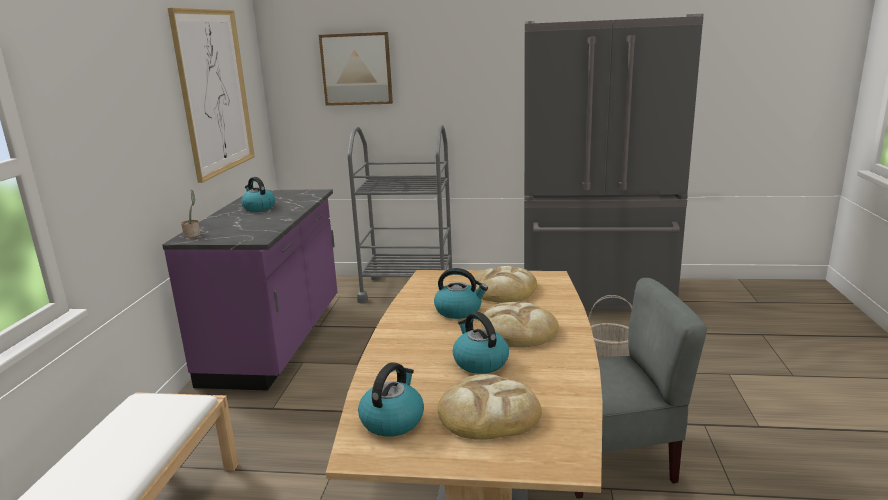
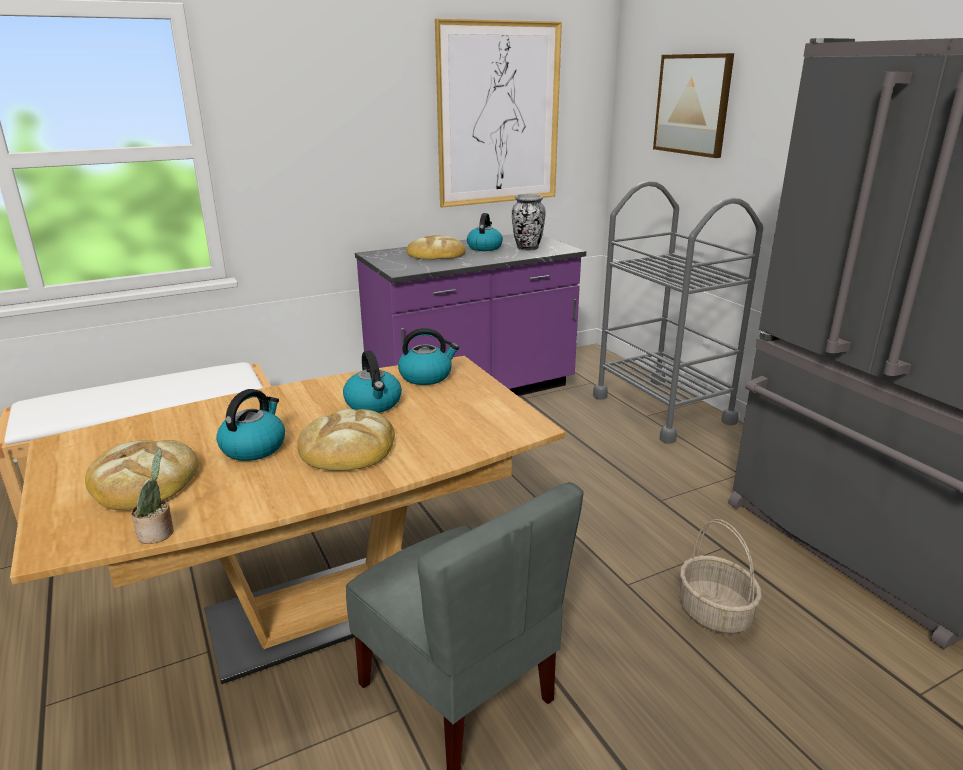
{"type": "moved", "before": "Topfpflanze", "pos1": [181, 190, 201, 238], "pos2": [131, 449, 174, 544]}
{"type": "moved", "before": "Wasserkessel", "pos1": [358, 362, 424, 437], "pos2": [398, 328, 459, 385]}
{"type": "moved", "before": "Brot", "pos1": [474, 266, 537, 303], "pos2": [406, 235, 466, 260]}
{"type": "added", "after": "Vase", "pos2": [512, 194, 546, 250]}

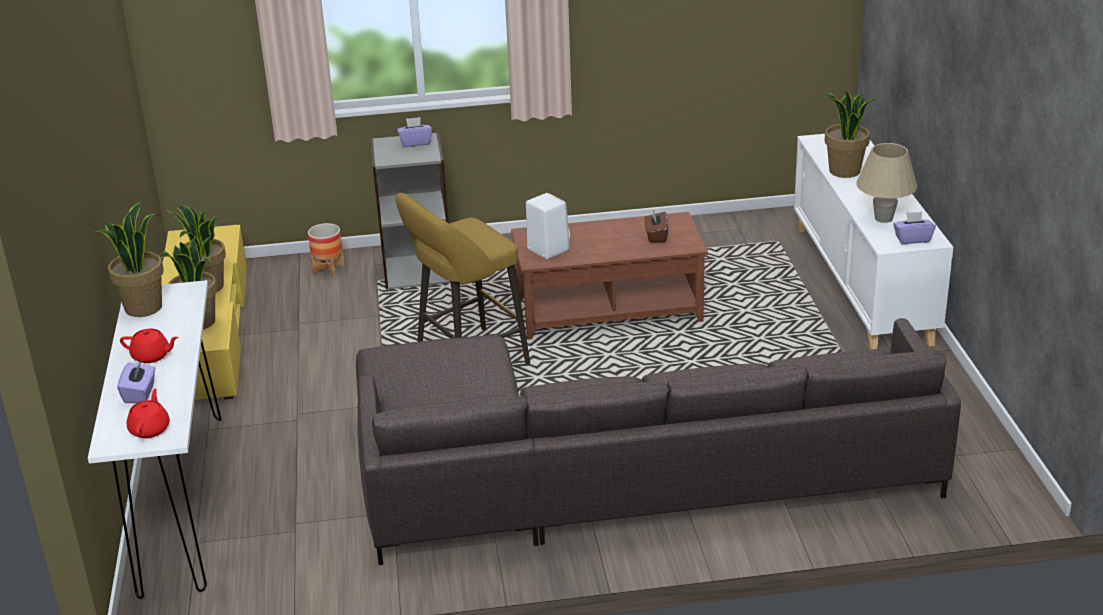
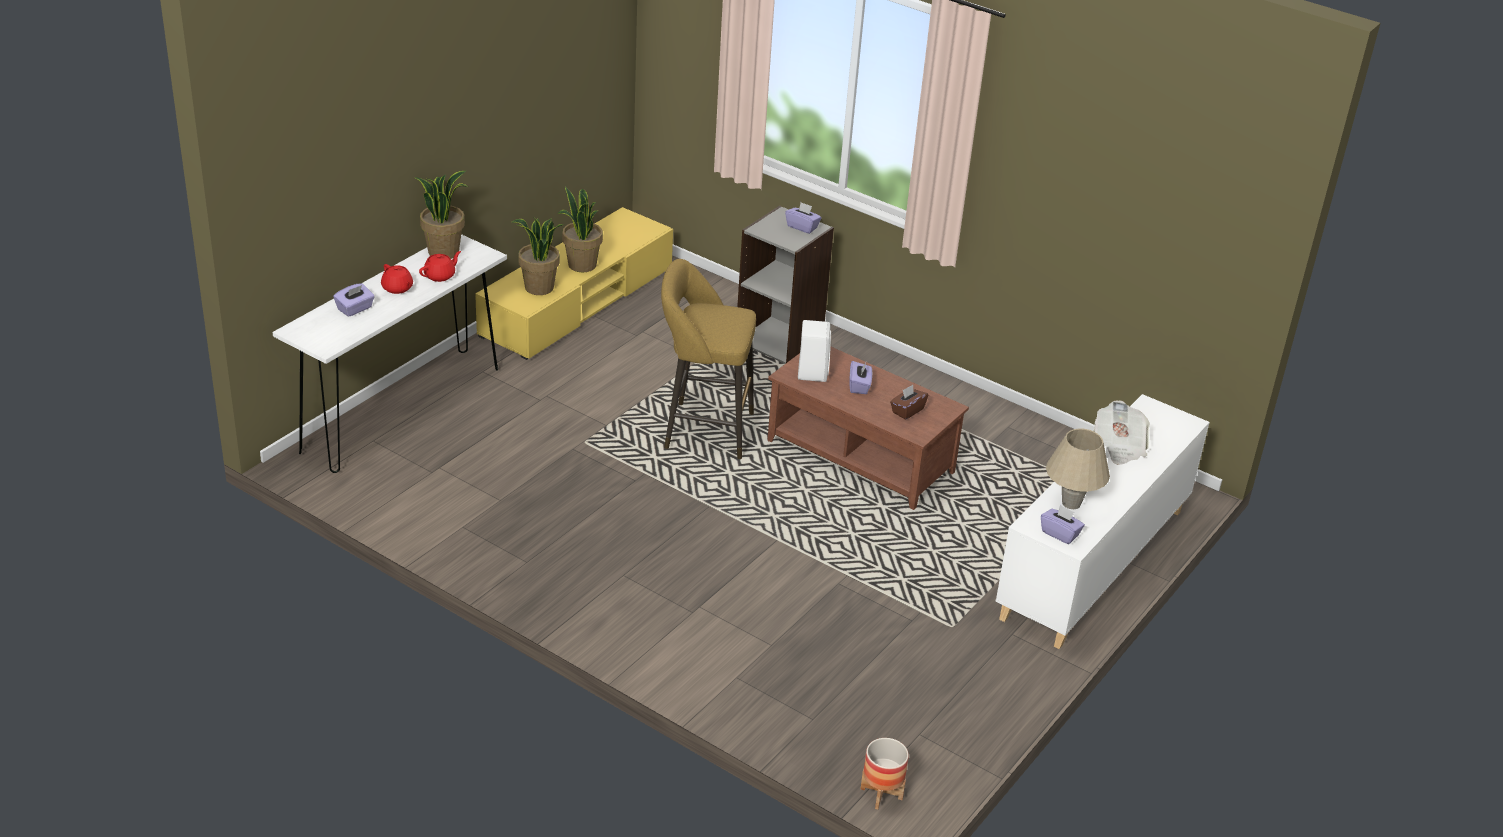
{"type": "moved", "before": "Teekanne/rot", "pos1": [126, 388, 170, 438], "pos2": [419, 251, 461, 282]}
{"type": "added", "after": "Taschentuchbox/lila", "pos2": [849, 361, 872, 394]}
{"type": "moved", "before": "Pflanzkübel", "pos1": [308, 223, 345, 277], "pos2": [860, 738, 909, 810]}
{"type": "replaced", "before": "Topfpflanze", "after": "Zeitung", "pos1": [821, 90, 878, 178], "pos2": [1093, 401, 1150, 465]}
{"type": "removed", "before": "Sofa/grau", "pos1": [356, 318, 961, 565]}

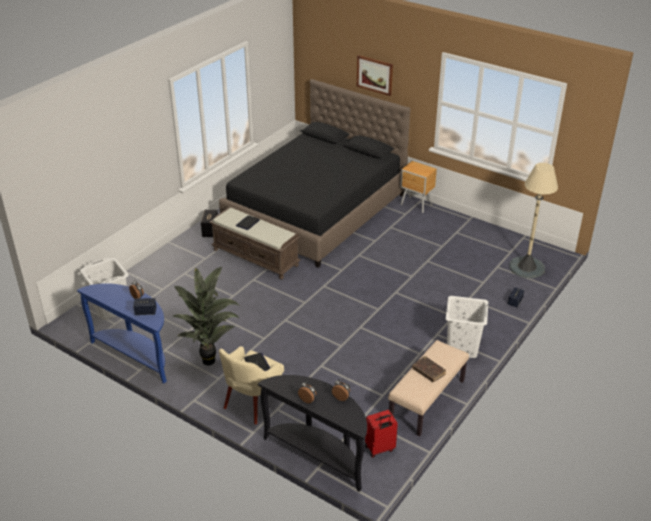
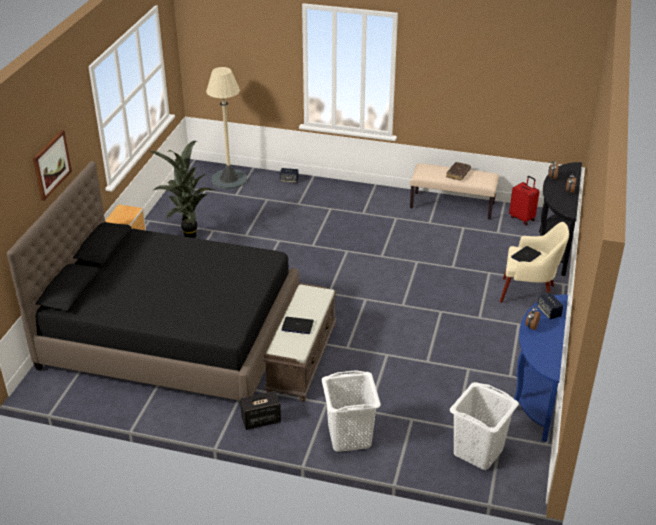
{"type": "moved", "before": "Topfpflanze", "pos1": [173, 267, 241, 366], "pos2": [150, 141, 217, 238]}
{"type": "moved", "before": "Wäschekorb/weiß", "pos1": [446, 296, 488, 358], "pos2": [321, 370, 381, 452]}

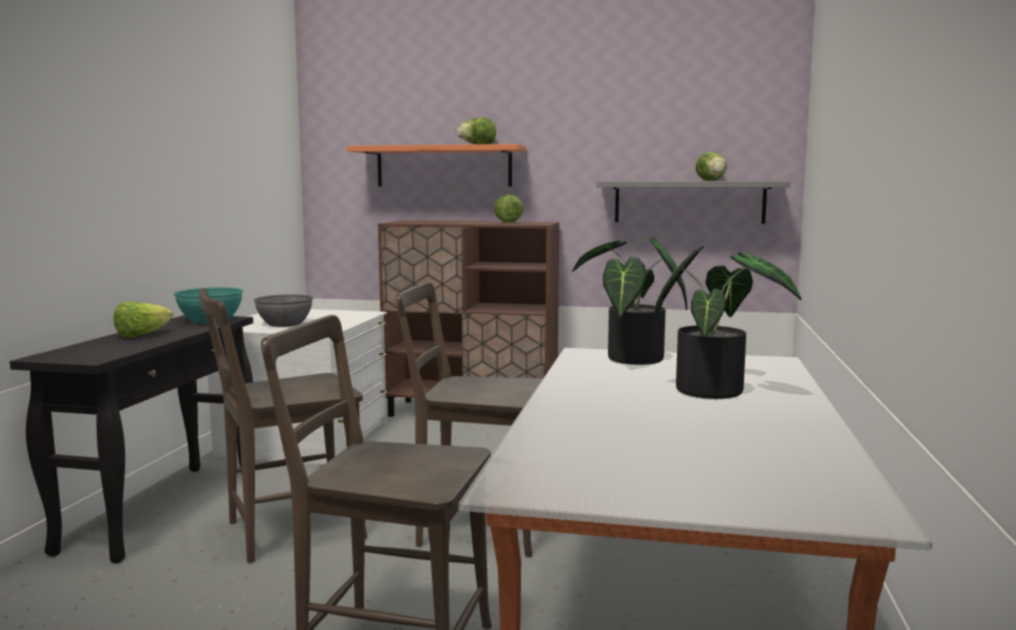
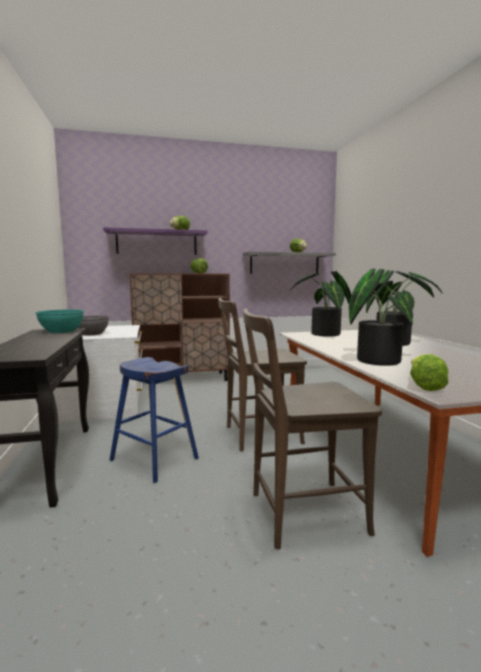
{"type": "recoloured", "before": "Wandregal/orange", "after": "Wandregal/lila", "pos1": [347, 144, 527, 187], "pos2": [103, 227, 207, 255]}
{"type": "replaced", "before": "Stuhl/braun", "after": "Hocker/blau", "pos1": [199, 288, 367, 563], "pos2": [110, 357, 199, 483]}
{"type": "added", "after": "Topfpflanze", "pos2": [349, 269, 434, 366]}
{"type": "moved", "before": "Salatkopf", "pos1": [113, 302, 173, 337], "pos2": [410, 354, 448, 391]}

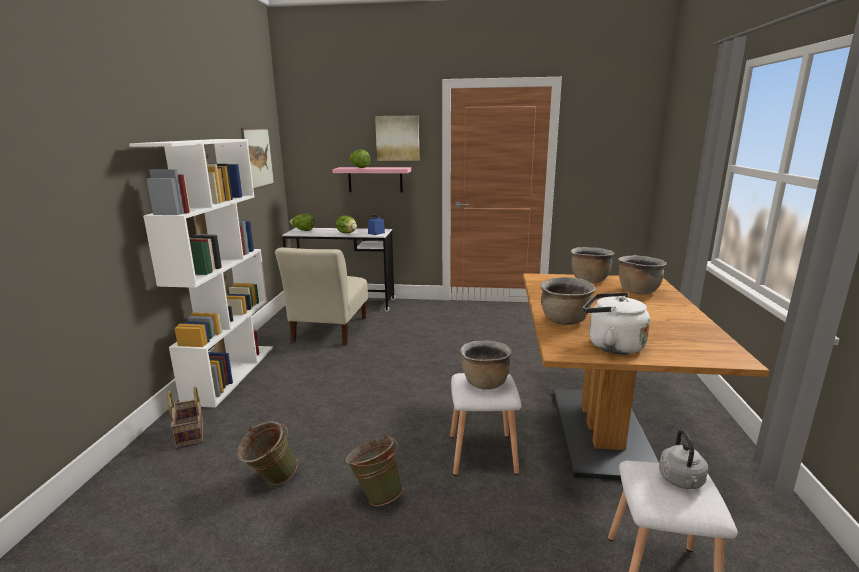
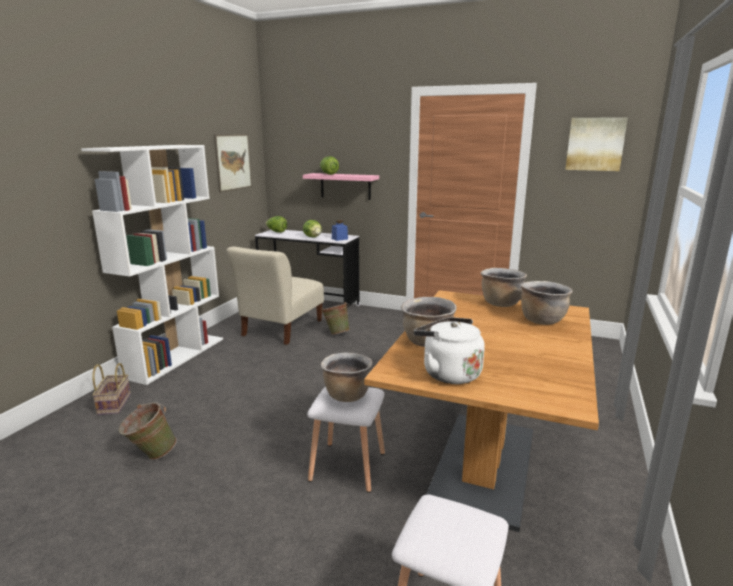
{"type": "moved", "before": "Eimer/grün", "pos1": [346, 434, 403, 506], "pos2": [322, 302, 350, 335]}
{"type": "moved", "before": "Bild", "pos1": [375, 115, 419, 161], "pos2": [565, 117, 628, 171]}
{"type": "removed", "before": "Wasserkessel/grau", "pos1": [659, 429, 708, 489]}

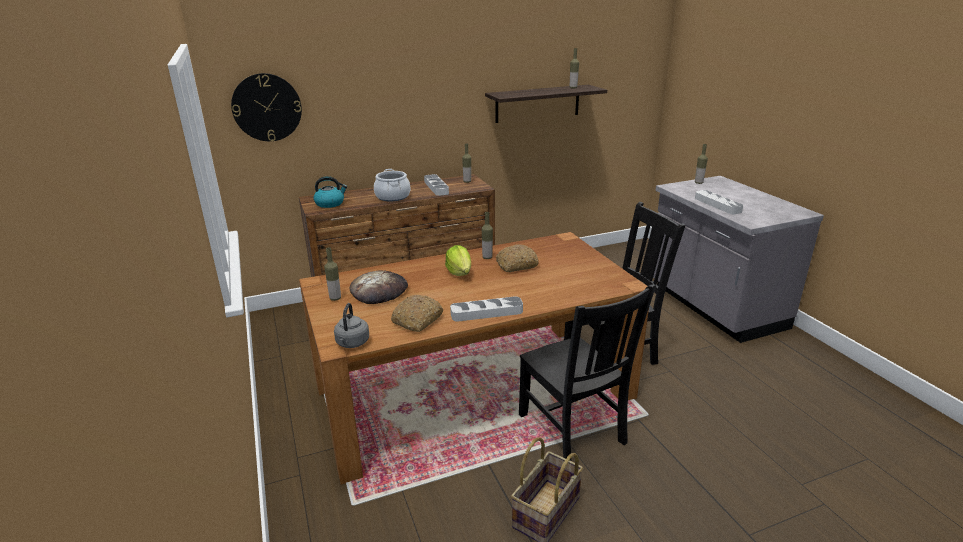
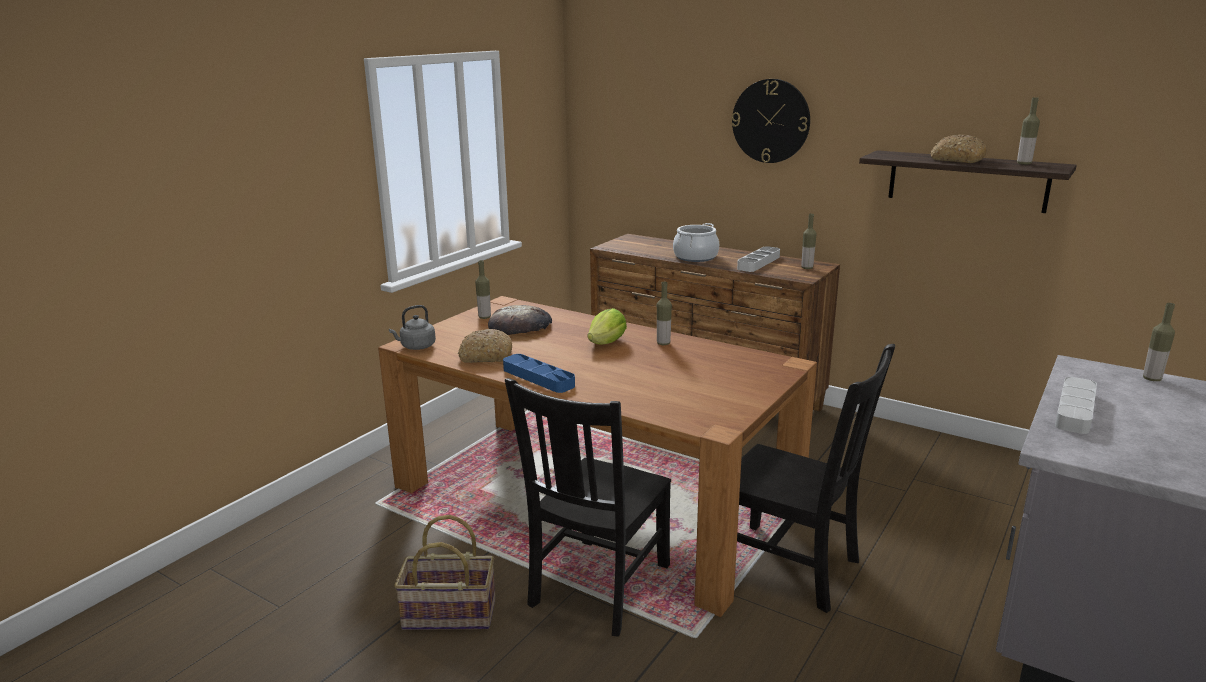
{"type": "recoloured", "before": "Tablett/grau", "after": "Tablett/blau", "pos1": [450, 296, 523, 322], "pos2": [503, 354, 575, 393]}
{"type": "moved", "before": "Wanduhr", "pos1": [231, 73, 302, 141], "pos2": [732, 79, 810, 163]}
{"type": "moved", "before": "Brot", "pos1": [496, 244, 539, 272], "pos2": [930, 134, 987, 163]}
{"type": "removed", "before": "Wasserkessel", "pos1": [313, 176, 347, 208]}

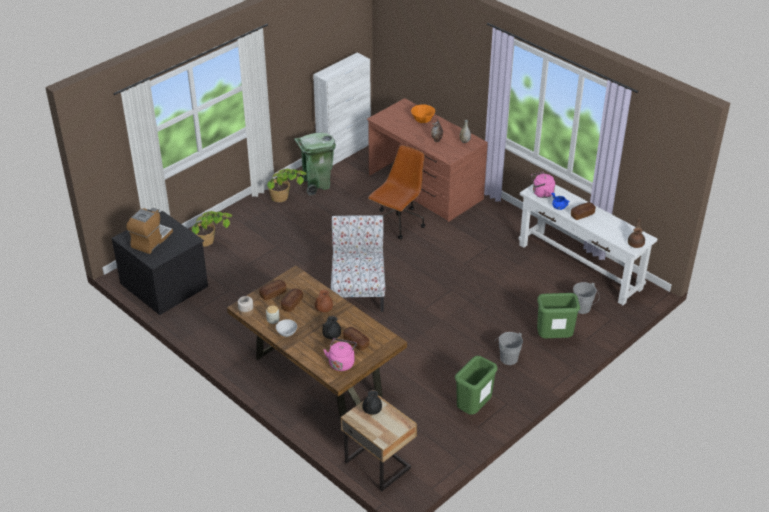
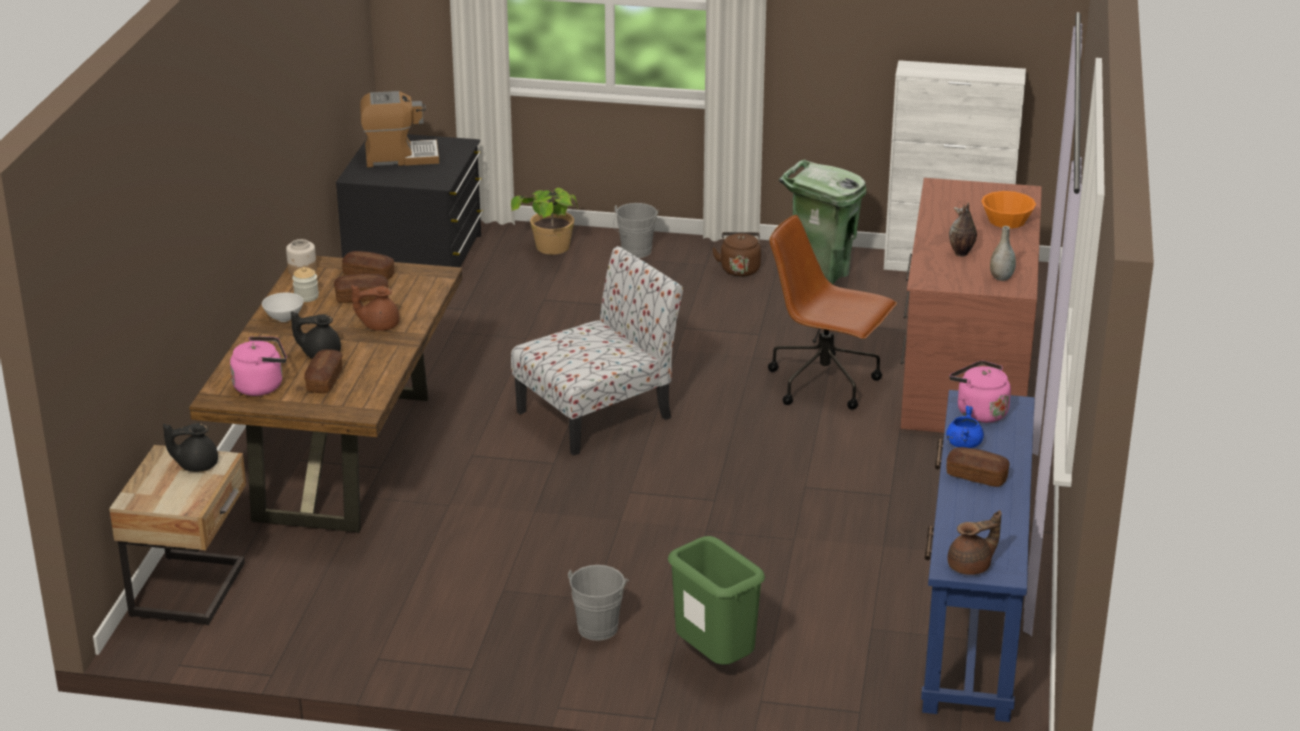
{"type": "moved", "before": "Eimer/grau", "pos1": [573, 282, 600, 314], "pos2": [613, 203, 659, 258]}
{"type": "replaced", "before": "Topfpflanze", "after": "Wasserkessel/braun", "pos1": [267, 168, 306, 202], "pos2": [712, 232, 761, 277]}
{"type": "turned", "before": "Bürostuhl/braun", "pos1": [368, 145, 425, 239], "pos2": [768, 215, 897, 410], "turn": -150}
{"type": "recoloured", "before": "Konsolentisch/weiß", "after": "Konsolentisch/blau", "pos1": [518, 184, 657, 305], "pos2": [921, 390, 1035, 722]}
{"type": "removed", "before": "Mülleimer/grün", "pos1": [455, 356, 498, 415]}

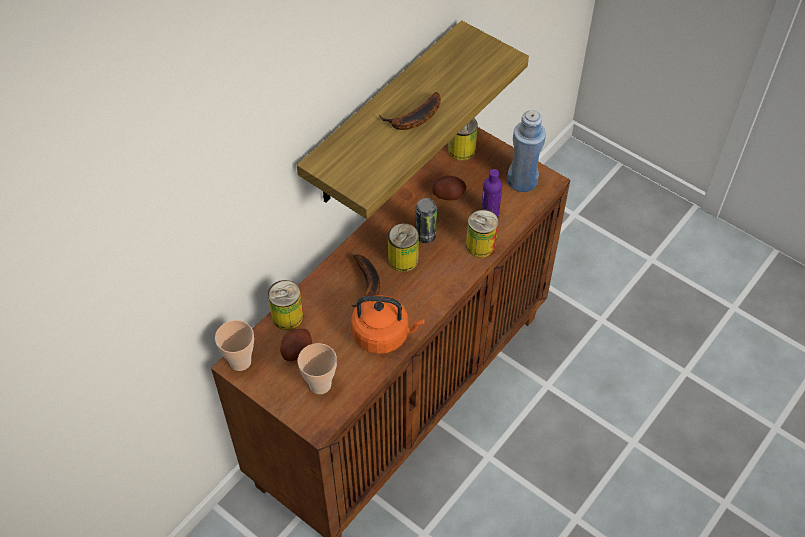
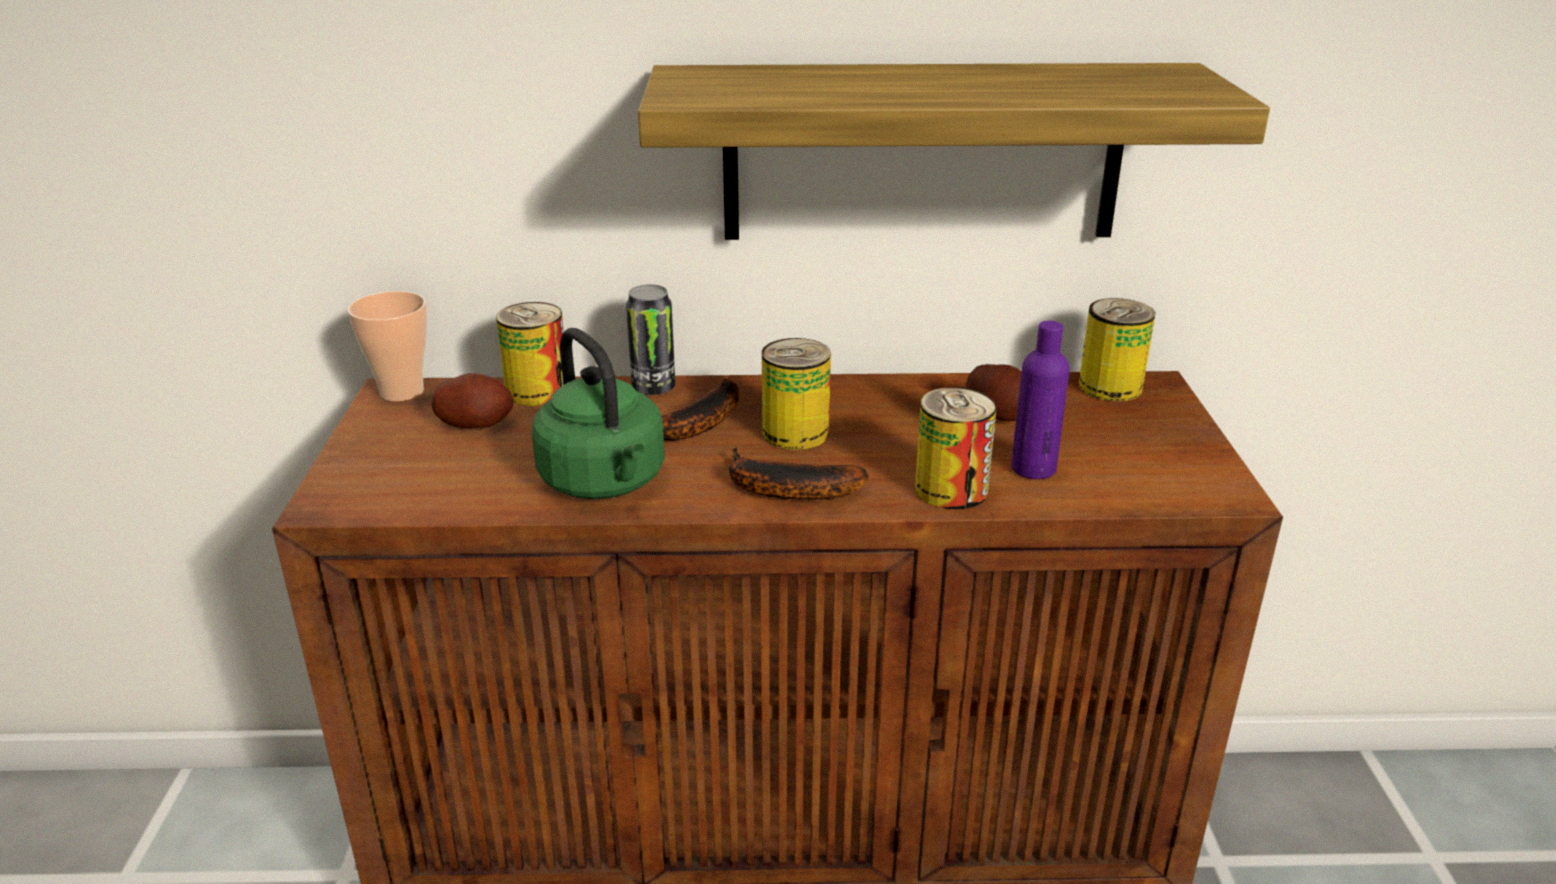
{"type": "recoloured", "before": "Wasserkessel/orange", "after": "Wasserkessel/grün", "pos1": [351, 295, 425, 354], "pos2": [532, 328, 665, 499]}
{"type": "moved", "before": "Dose", "pos1": [415, 198, 437, 243], "pos2": [626, 284, 675, 395]}
{"type": "moved", "before": "Banane", "pos1": [379, 92, 441, 130], "pos2": [729, 446, 868, 500]}
{"type": "removed", "before": "Tasse", "pos1": [298, 343, 337, 394]}
{"type": "removed", "before": "Flasche/blau", "pos1": [507, 110, 546, 192]}

